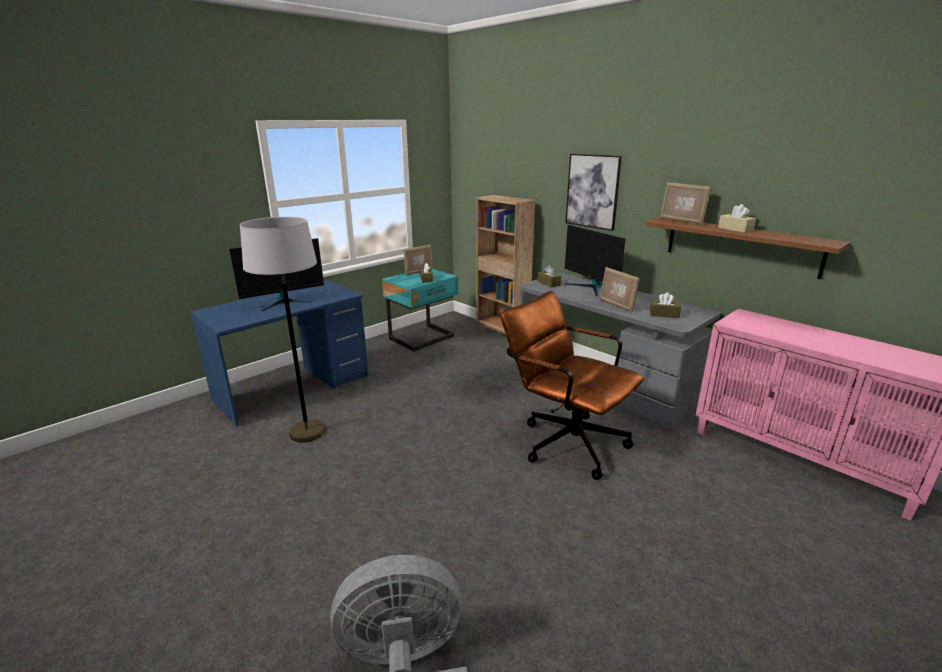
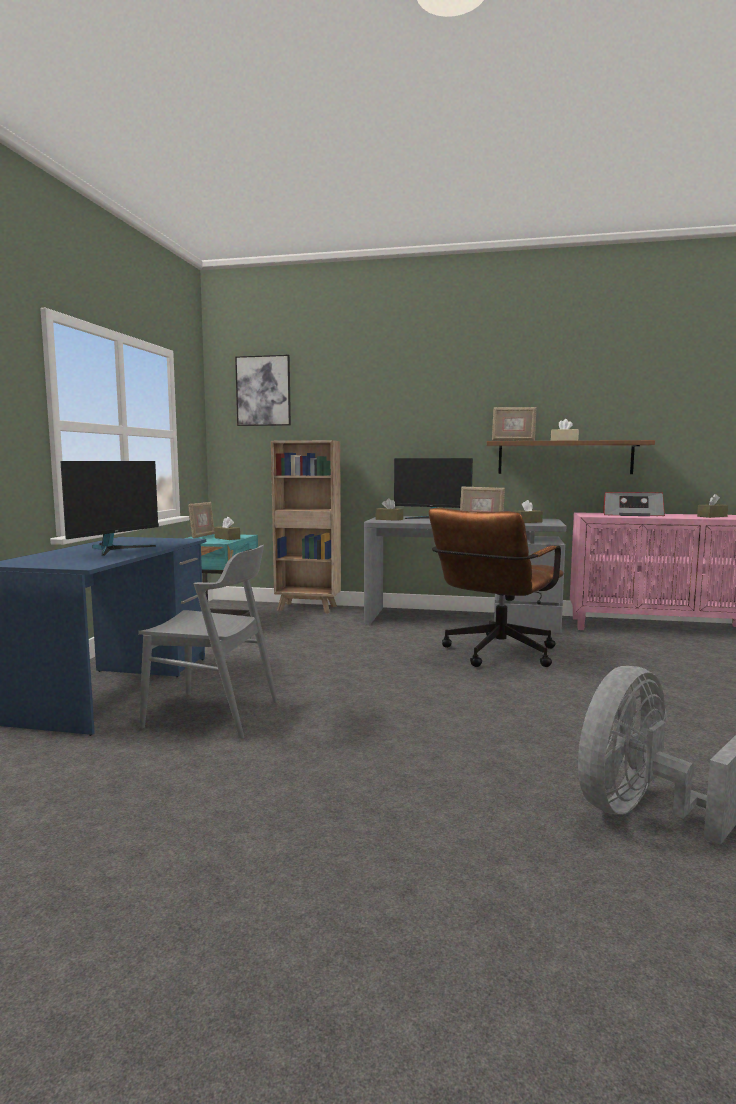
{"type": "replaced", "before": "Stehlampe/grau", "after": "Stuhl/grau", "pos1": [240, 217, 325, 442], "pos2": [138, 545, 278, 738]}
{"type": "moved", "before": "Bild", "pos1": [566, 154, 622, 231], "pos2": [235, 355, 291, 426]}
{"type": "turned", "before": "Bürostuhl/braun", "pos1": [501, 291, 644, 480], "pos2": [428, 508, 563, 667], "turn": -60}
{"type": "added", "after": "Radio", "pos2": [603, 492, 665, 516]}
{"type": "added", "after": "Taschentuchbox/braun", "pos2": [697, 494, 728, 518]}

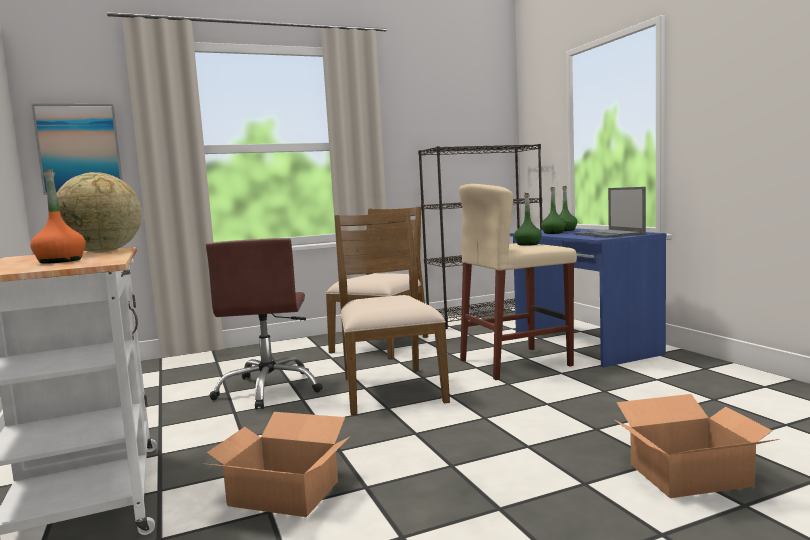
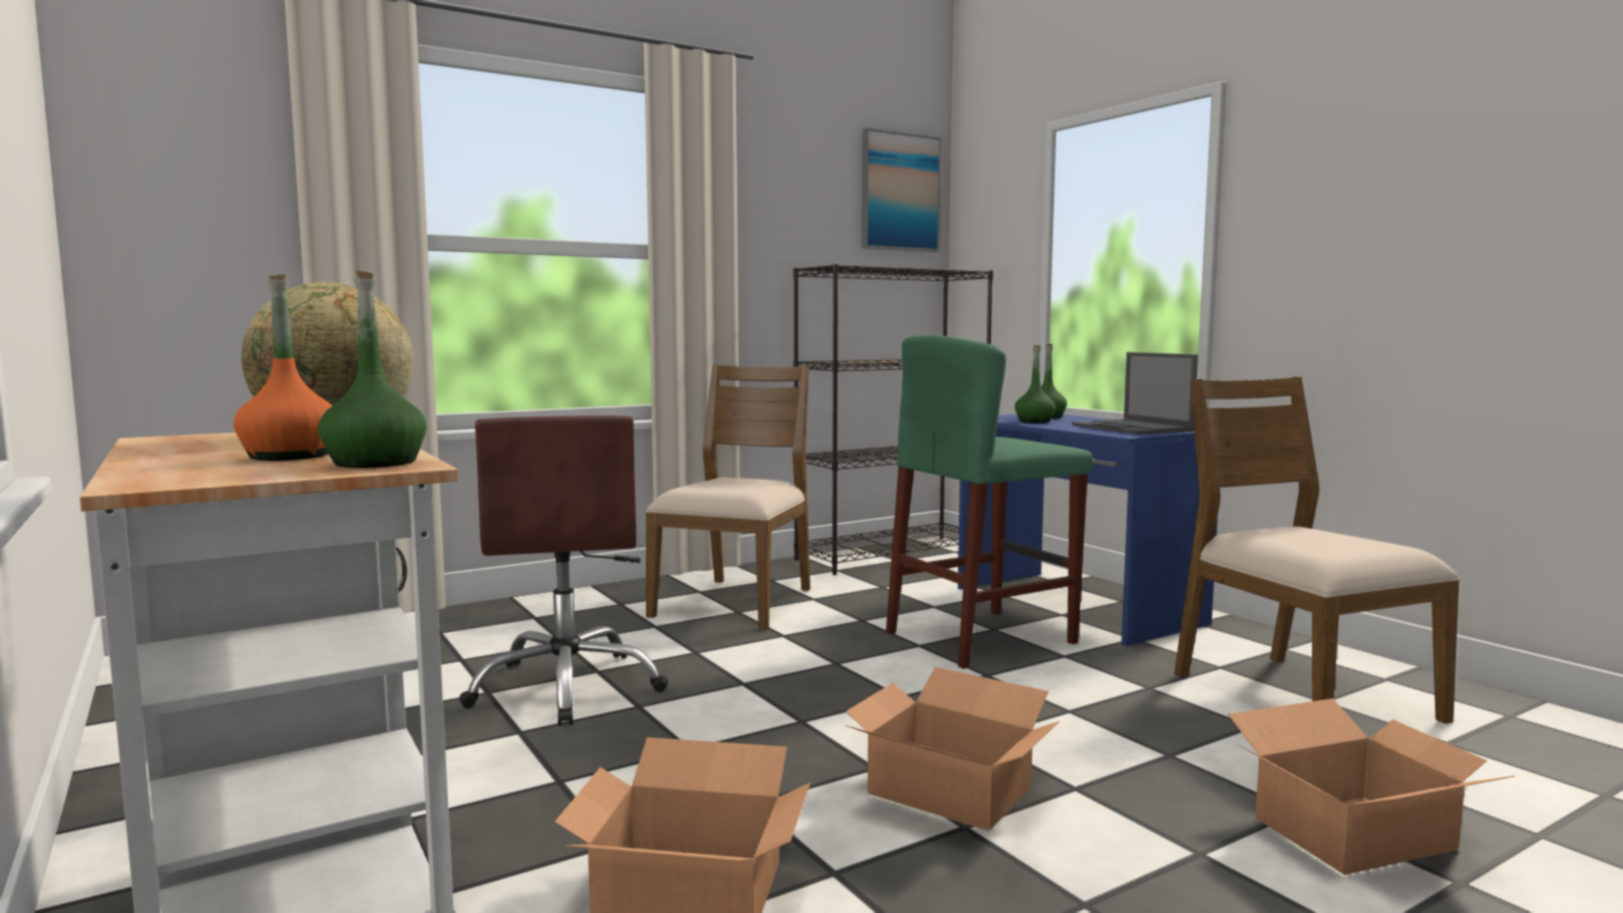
{"type": "moved", "before": "Flasche/grün", "pos1": [514, 193, 542, 246], "pos2": [318, 271, 426, 468]}
{"type": "added", "after": "Karton", "pos2": [845, 667, 1060, 831]}
{"type": "moved", "before": "Bild", "pos1": [32, 104, 123, 195], "pos2": [862, 128, 942, 252]}
{"type": "recoloured", "before": "Hocker/beige", "after": "Hocker/grün", "pos1": [459, 184, 577, 380], "pos2": [886, 335, 1093, 669]}
{"type": "moved", "before": "Stuhl/braun", "pos1": [334, 211, 450, 415], "pos2": [1174, 376, 1460, 724]}

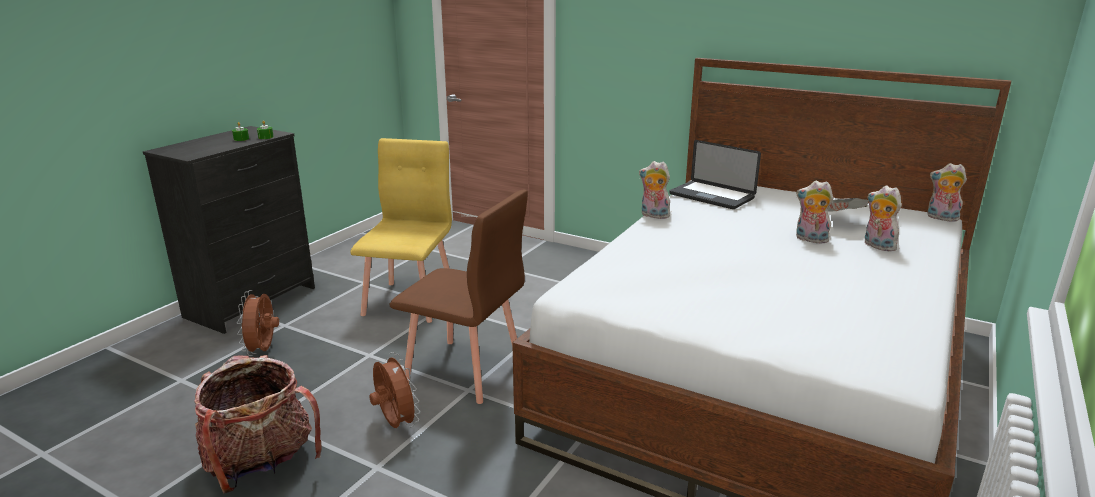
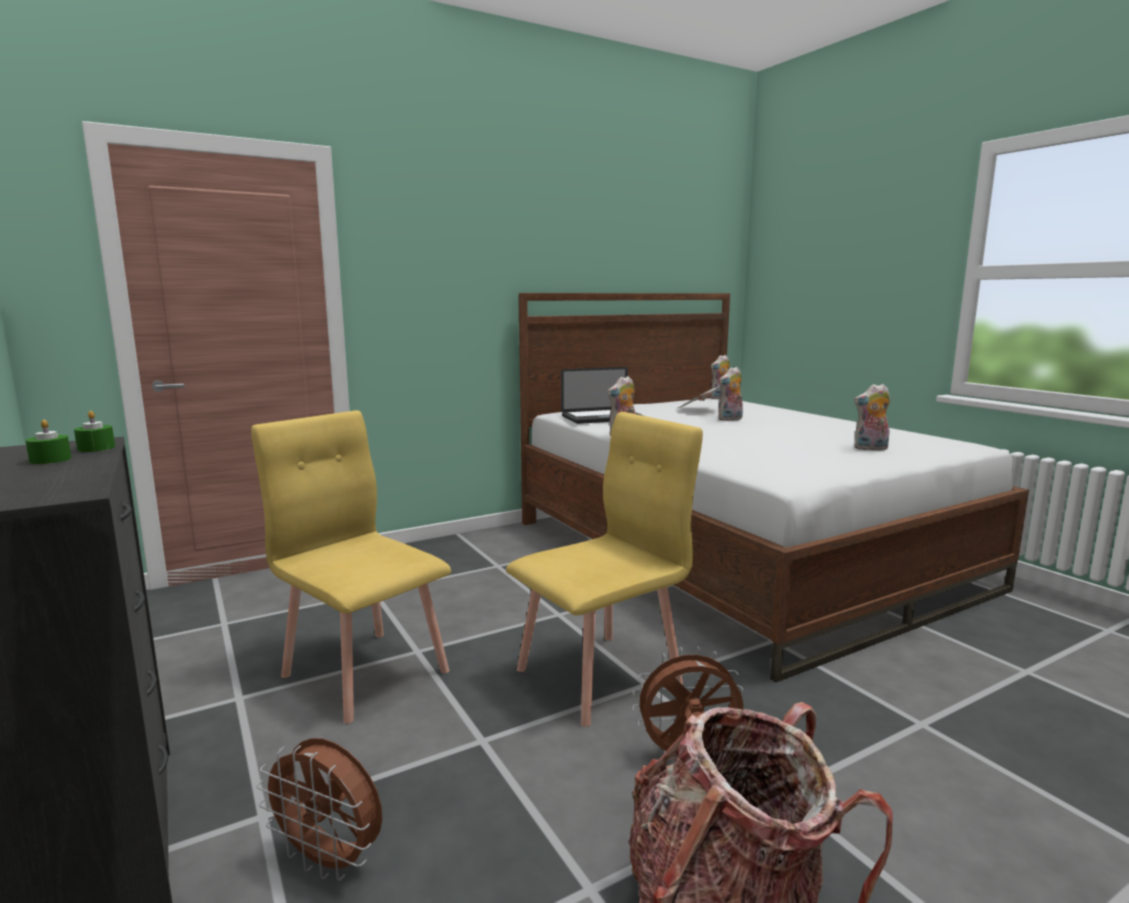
{"type": "recoloured", "before": "Stuhl/braun", "after": "Stuhl/gelb", "pos1": [390, 189, 528, 404], "pos2": [506, 412, 703, 727]}
{"type": "moved", "before": "Plüschtier", "pos1": [865, 185, 902, 251], "pos2": [854, 384, 890, 450]}

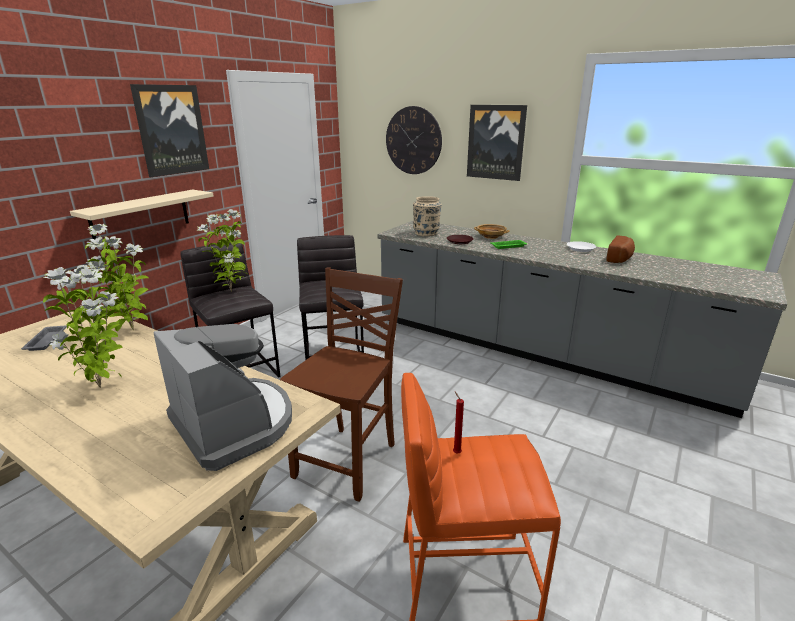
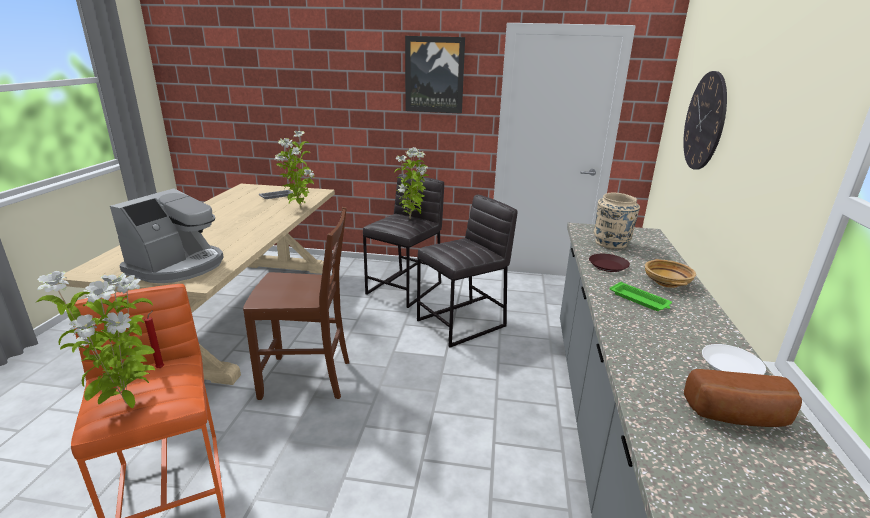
{"type": "moved", "before": "Topfpflanze", "pos1": [43, 265, 122, 388], "pos2": [36, 271, 155, 408]}
{"type": "removed", "before": "Wandregal/beige", "pos1": [70, 190, 214, 239]}
{"type": "removed", "before": "Bild", "pos1": [467, 105, 527, 181]}

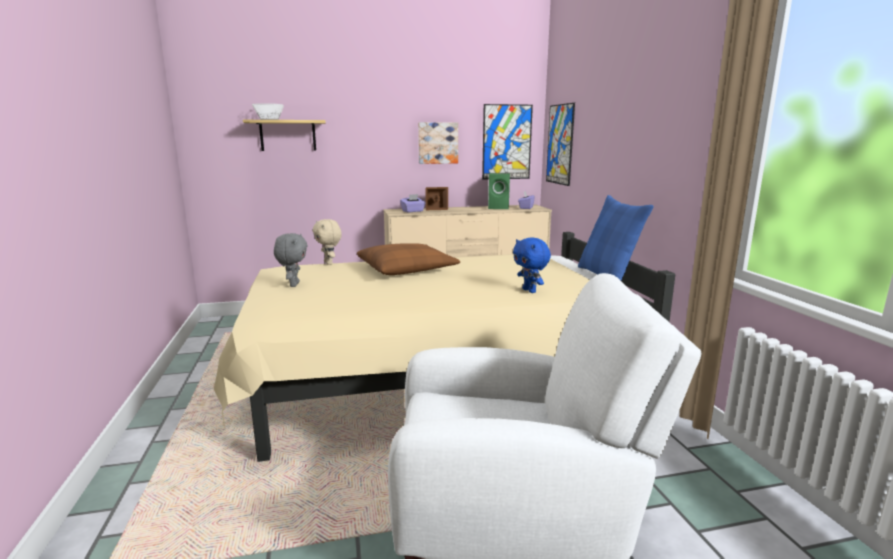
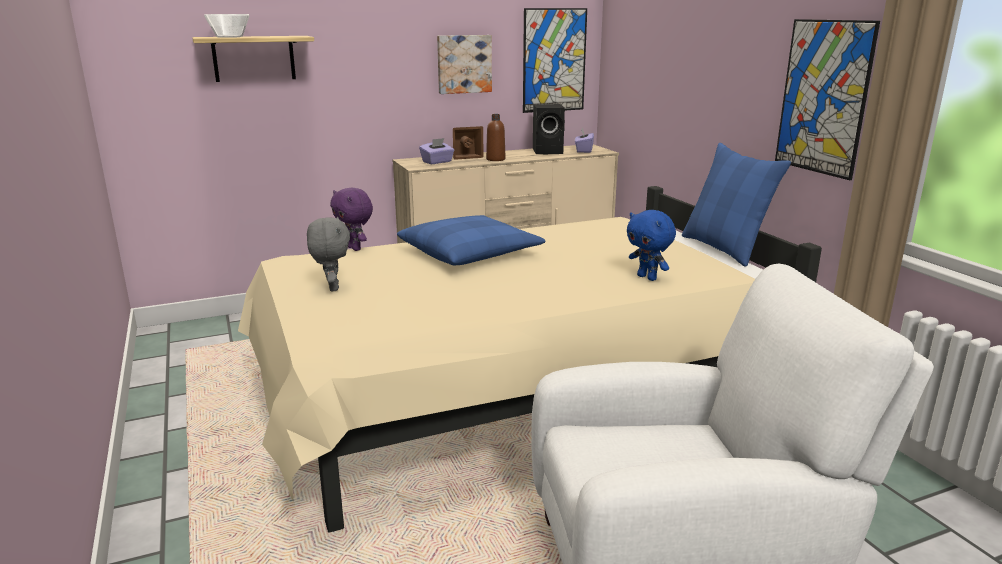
{"type": "recoloured", "before": "Plüschtier/beige", "after": "Plüschtier/lila", "pos1": [313, 219, 342, 265], "pos2": [330, 188, 373, 251]}
{"type": "recoloured", "before": "Kissen/braun", "after": "Kissen/blau", "pos1": [357, 243, 460, 275], "pos2": [397, 215, 546, 265]}
{"type": "added", "after": "Flasche/braun", "pos2": [486, 114, 505, 161]}
{"type": "recoloured", "before": "Lautsprecher/grün", "after": "Lautsprecher/schwarz", "pos1": [488, 173, 510, 209], "pos2": [533, 104, 565, 154]}
{"type": "moved", "before": "Bild", "pos1": [546, 103, 575, 186], "pos2": [775, 19, 880, 180]}

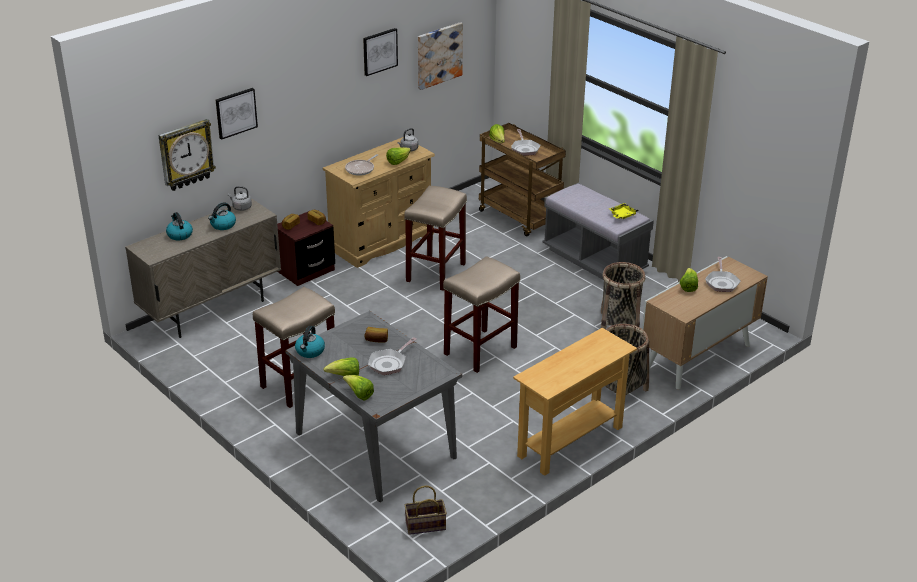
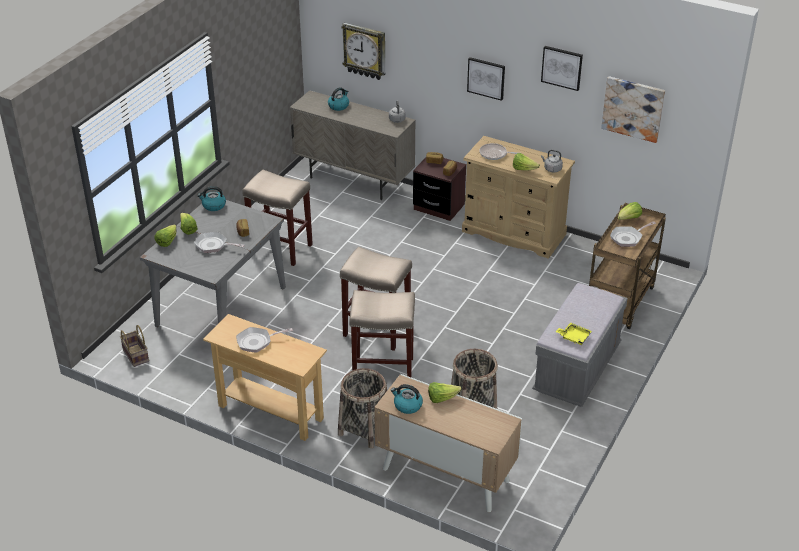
{"type": "moved", "before": "Pfanne", "pos1": [705, 257, 741, 292], "pos2": [236, 327, 293, 353]}
{"type": "moved", "before": "Hocker/beige", "pos1": [404, 186, 467, 291], "pos2": [350, 290, 415, 377]}
{"type": "moved", "before": "Wasserkessel", "pos1": [208, 202, 236, 230], "pos2": [391, 384, 423, 414]}
{"type": "moved", "before": "Bild", "pos1": [215, 88, 258, 140], "pos2": [467, 57, 505, 101]}

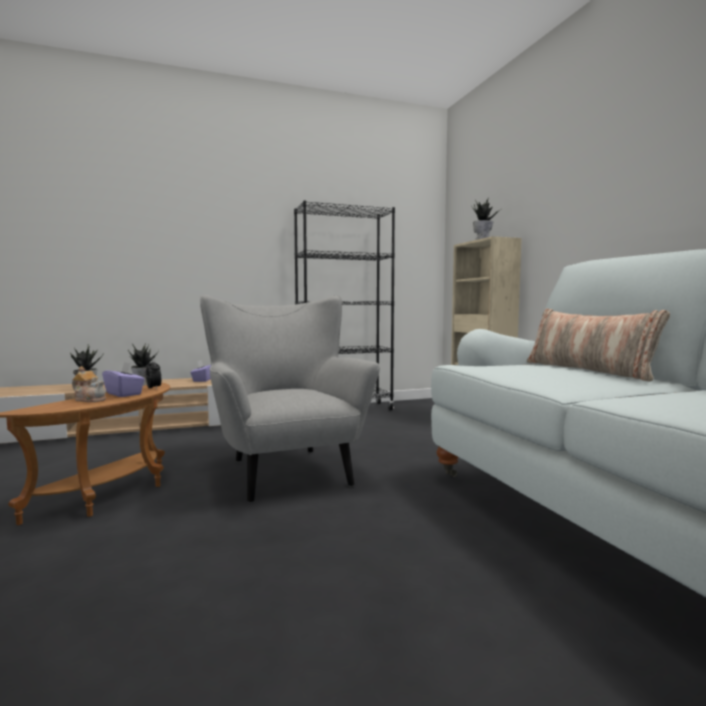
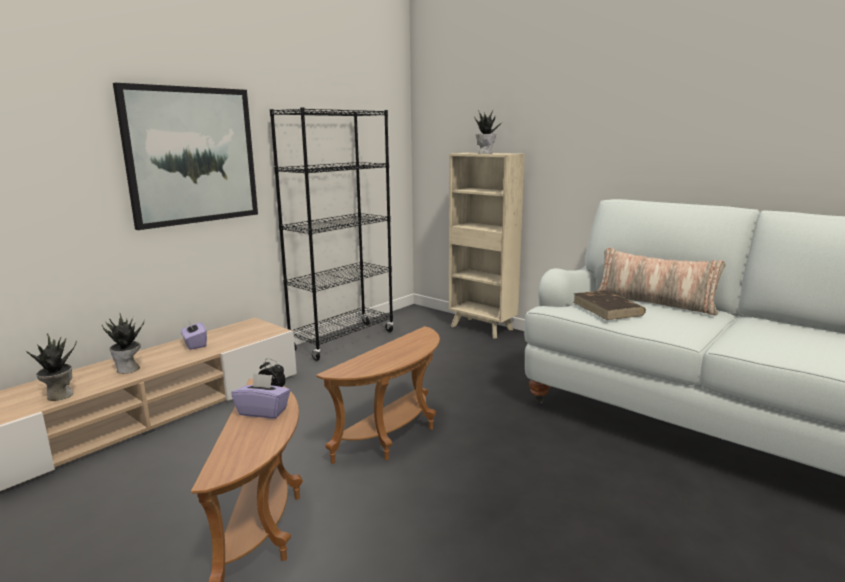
{"type": "added", "after": "Bild", "pos2": [113, 83, 258, 230]}
{"type": "replaced", "before": "Sessel/grau", "after": "Beistelltisch/braun", "pos1": [200, 295, 380, 503], "pos2": [316, 326, 440, 464]}
{"type": "added", "after": "Buch/braun", "pos2": [573, 290, 646, 320]}
{"type": "removed", "before": "Teekanne", "pos1": [72, 366, 106, 402]}

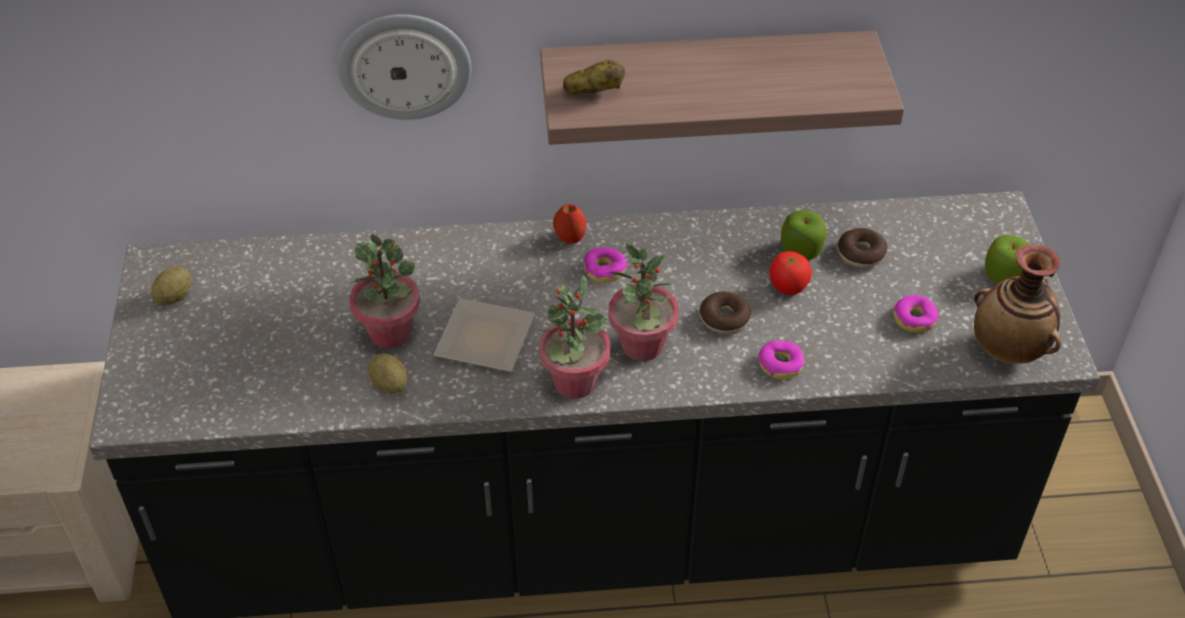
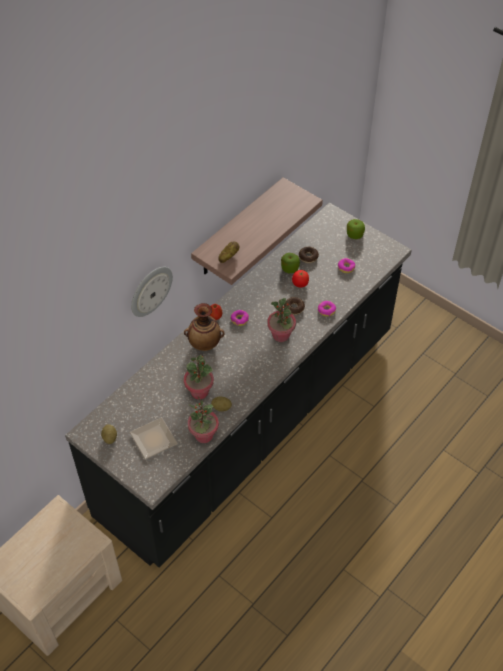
{"type": "moved", "before": "Teller", "pos1": [434, 298, 535, 372], "pos2": [130, 417, 178, 459]}
{"type": "moved", "before": "Vase", "pos1": [974, 244, 1061, 364], "pos2": [184, 303, 225, 351]}
{"type": "moved", "before": "Topfpflanze", "pos1": [538, 275, 610, 399], "pos2": [188, 396, 219, 443]}

